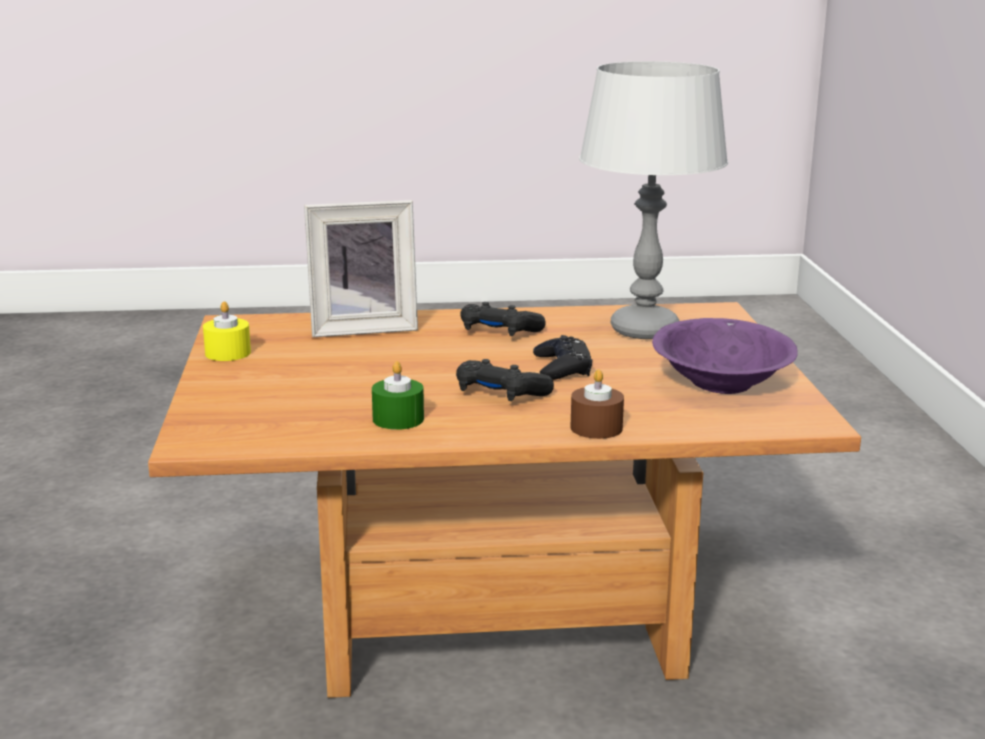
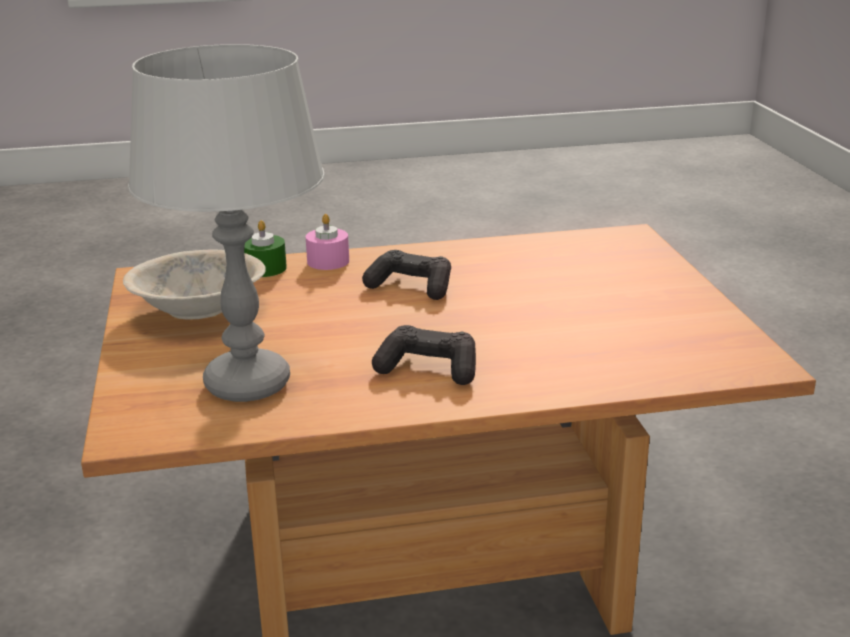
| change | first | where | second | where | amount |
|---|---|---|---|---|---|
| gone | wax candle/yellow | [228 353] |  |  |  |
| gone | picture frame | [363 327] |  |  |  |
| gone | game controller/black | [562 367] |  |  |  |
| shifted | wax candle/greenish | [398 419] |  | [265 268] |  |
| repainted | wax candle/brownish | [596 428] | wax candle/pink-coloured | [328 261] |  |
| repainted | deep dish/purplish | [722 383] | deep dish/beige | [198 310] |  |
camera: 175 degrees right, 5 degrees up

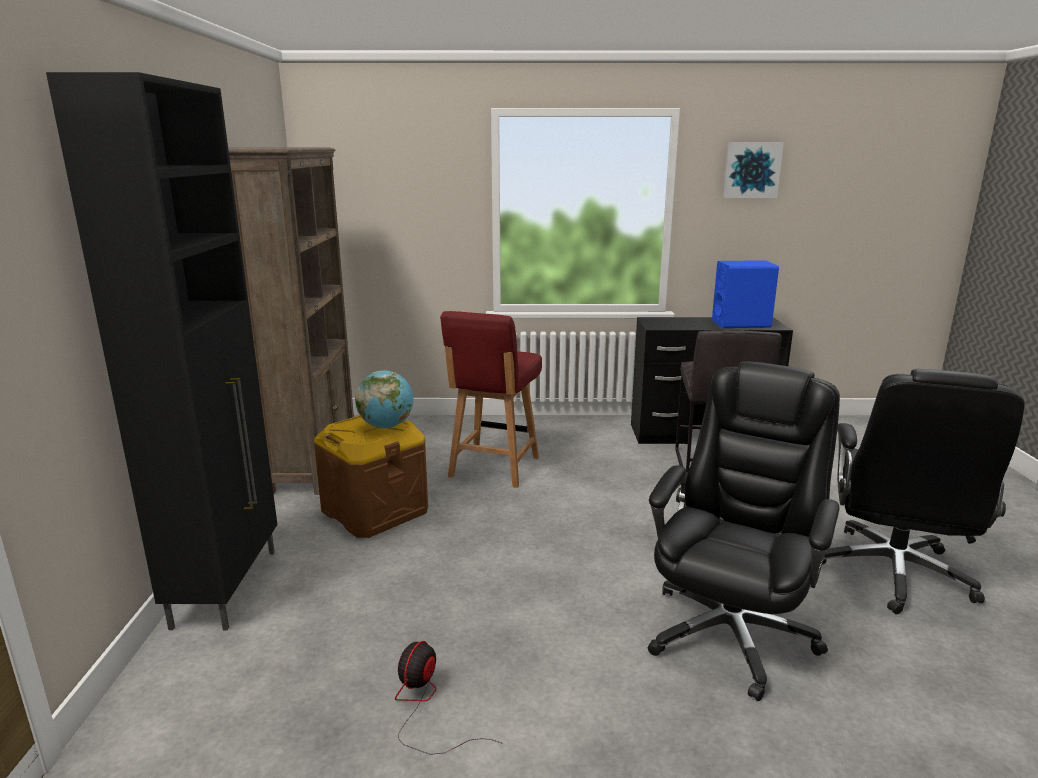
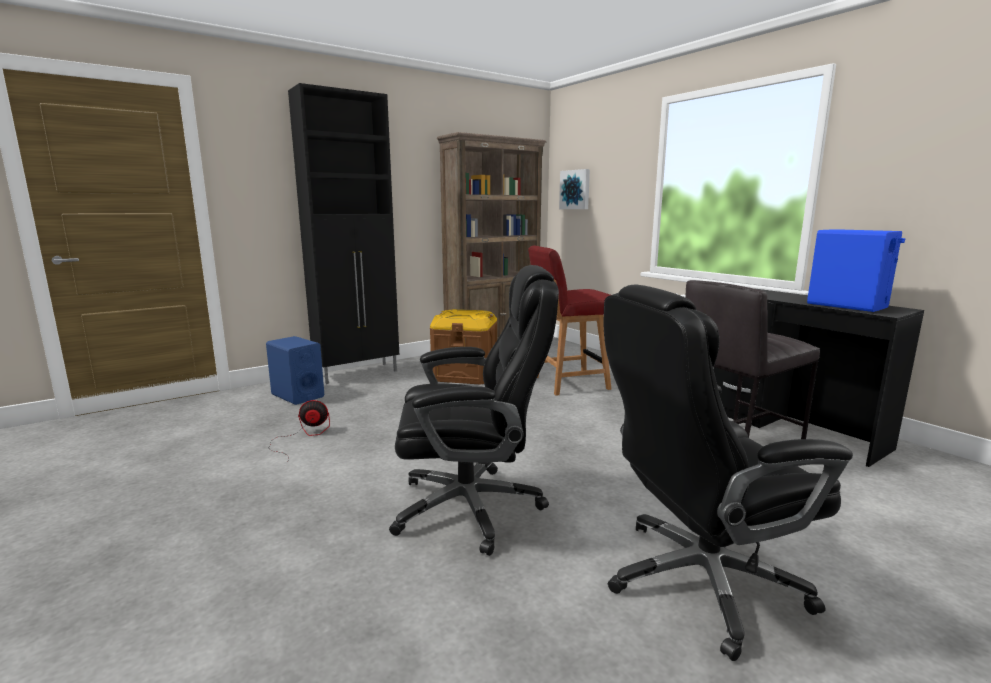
| change | first | where | second | where | amount |
|---|---|---|---|---|---|
| gone | desk globe | [386 426] |  |  |  |
| new |  |  | speaker/blue-coloured | [297 395] |  |
| shifted | wall picture | [751 170] |  | [575 189] |  |
camera: 55 degrees right, 5 degrees down

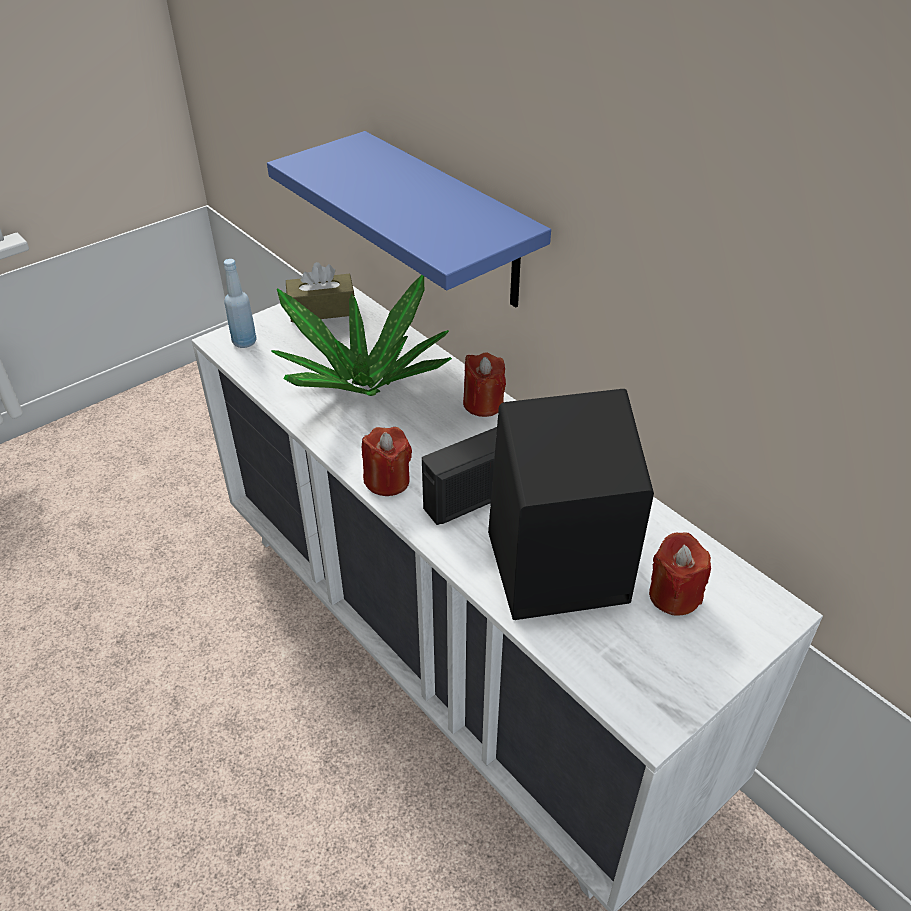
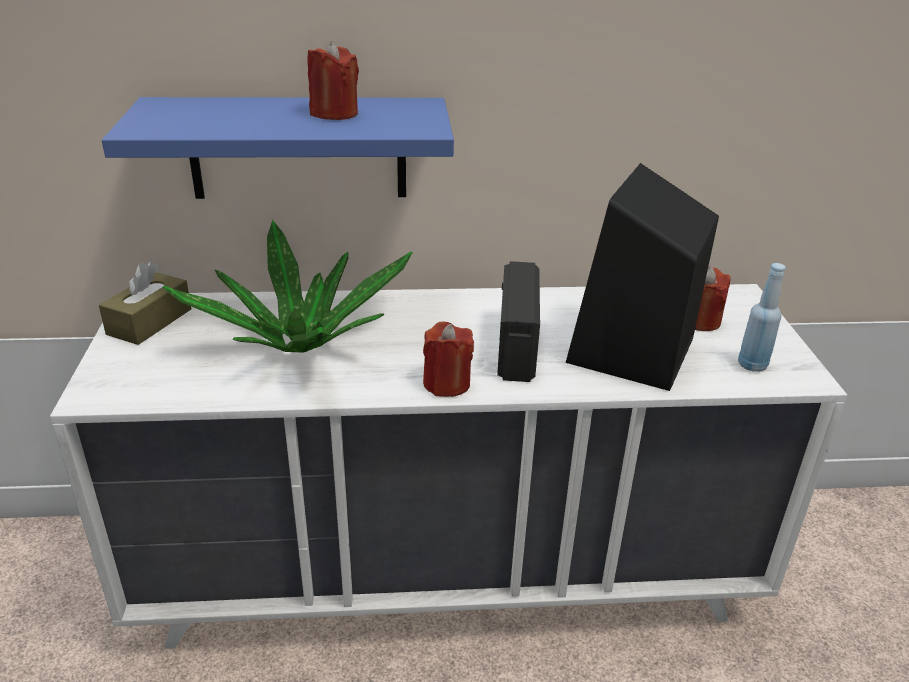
| change | first | where | second | where | amount |
|---|---|---|---|---|---|
| shifted | bottle/blue-coloured | [244 342] |  | [752 365] |  |
| shifted | wax candle/red-coloured | [483 404] |  | [334 113] |  |
camera: 55 degrees left, 10 degrees down

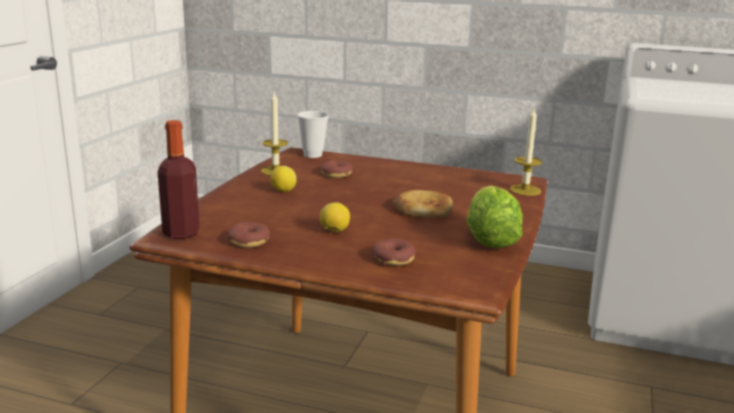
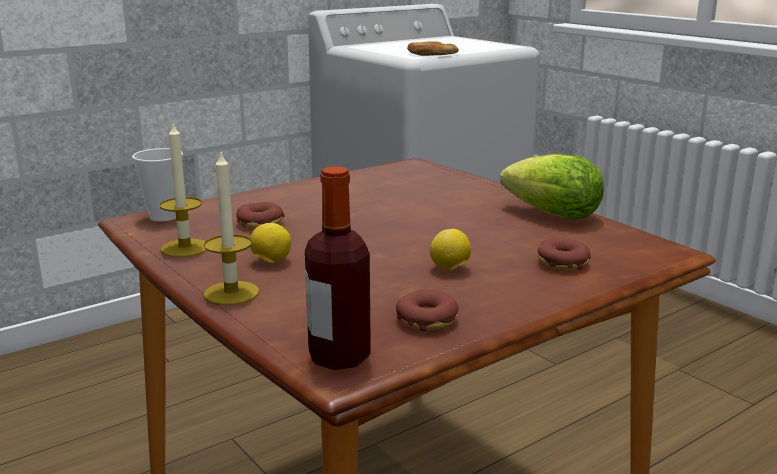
| change | first | where | second | where | amount |
|---|---|---|---|---|---|
| shifted | baked bread | [423 209] |  | [431 53] |  |
| shifted | wax candle | [525 190] |  | [231 293] |  |
camera: 55 degrees left, 0 degrees up

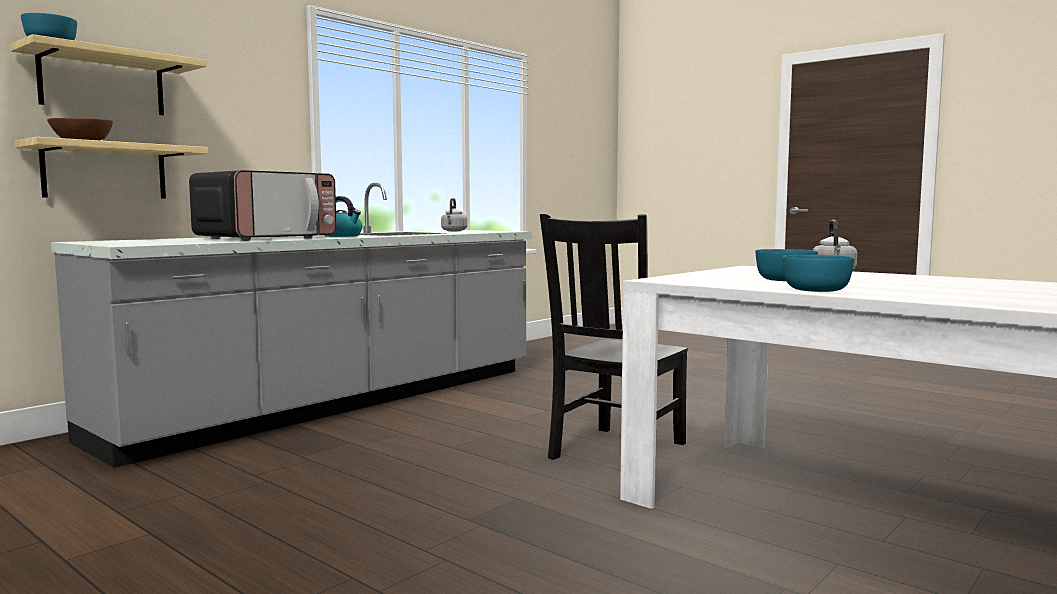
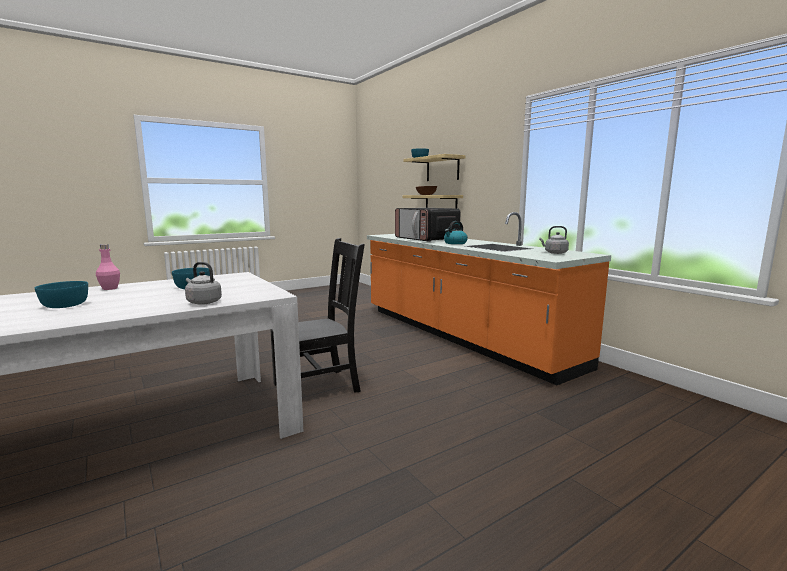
| change | first | where | second | where | amount |
|---|---|---|---|---|---|
| new |  |  | bottle/pink-coloured | [110 288] |  |
| shifted | deep dish/turquoise | [817 290] |  | [64 305] |  |
| repainted | kitchen counter/greyish | [338 402] | kitchen counter/orange | [460 335] |  |
| rotated | upright chair/black | [615 452] |  | [319 387] | 105 degrees clockwise |
camera: 105 degrees right, 5 degrees up

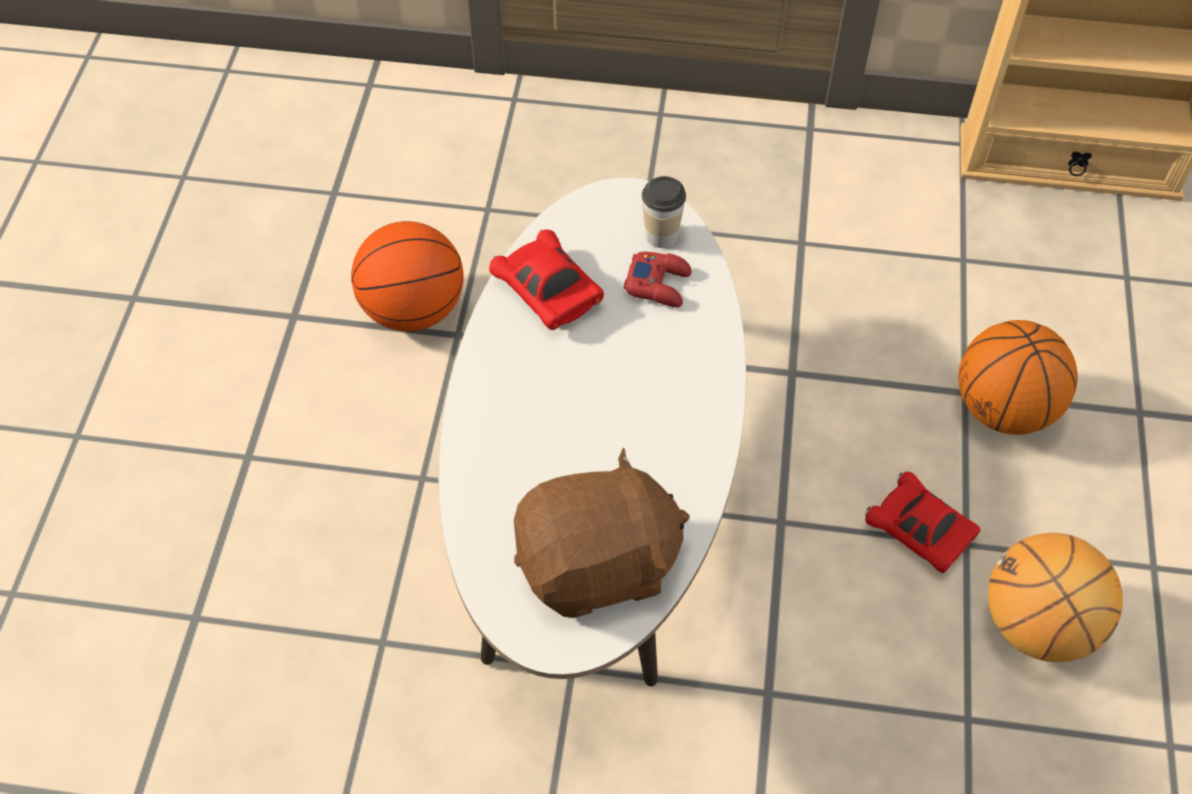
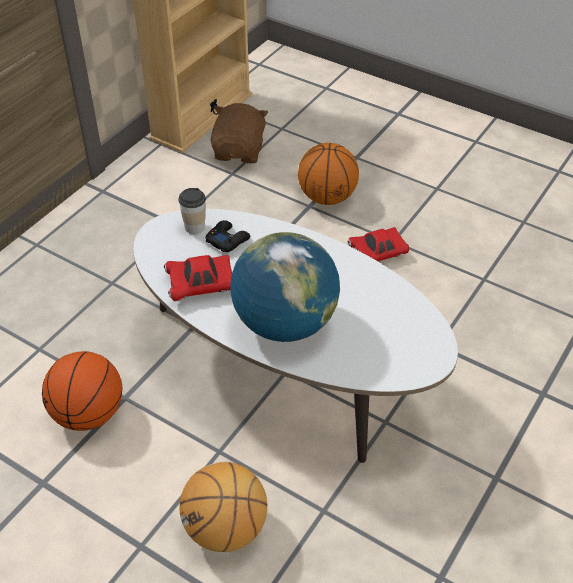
| change | first | where | second | where | amount |
|---|---|---|---|---|---|
| new |  |  | desk globe | [285 323] |  |
| shifted | soft toy/brownish | [598 565] |  | [239 152] |  |
| shifted | ball for basketball | [1037 624] |  | [226 528] |  |
| repainted | game controller/red-coloured | [658 284] | game controller/black | [227 240] |  |
camera: 65 degrees left, 10 degrees down

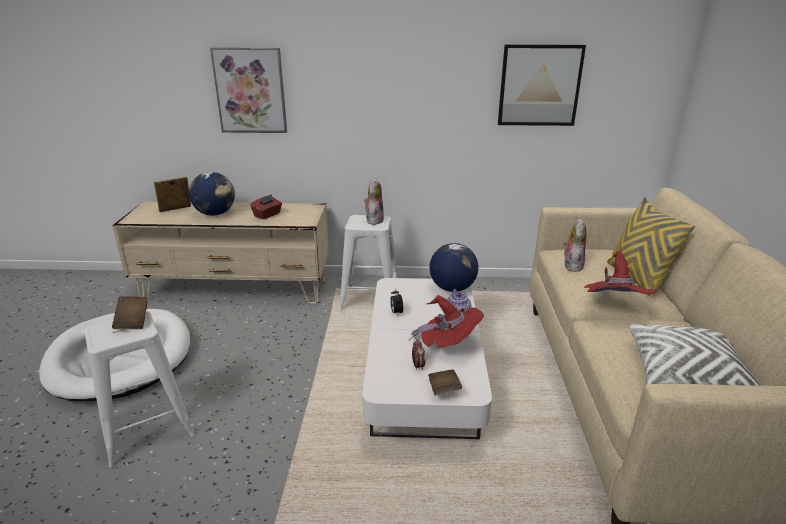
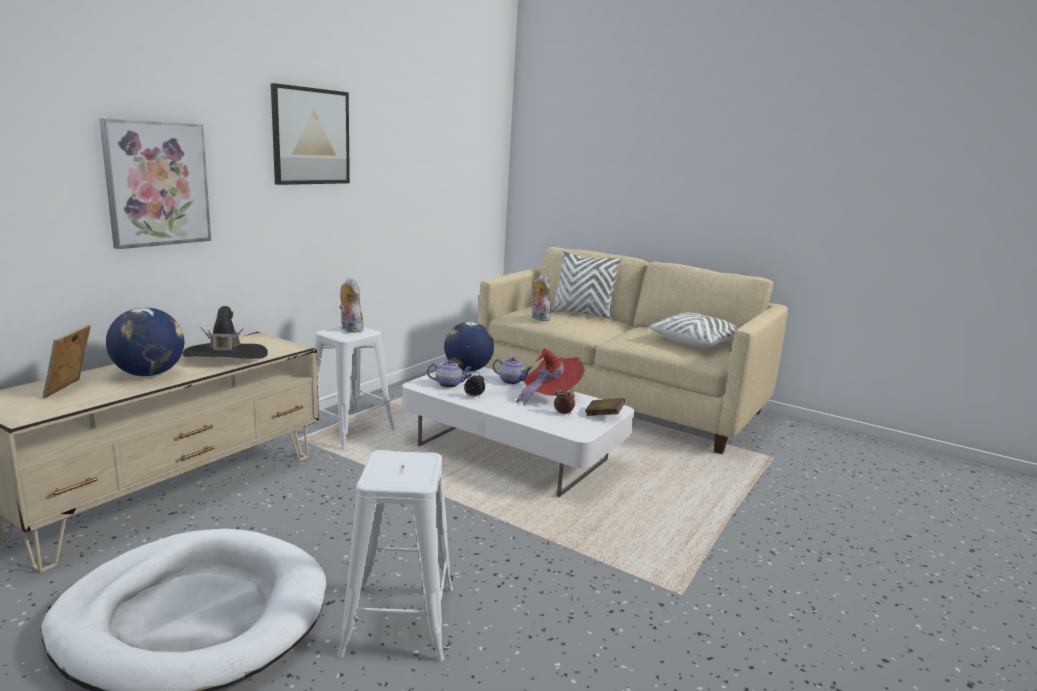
| change | first | where | second | where | amount |
|---|---|---|---|---|---|
| gone | book/brownish | [133 321] |  |  |  |
| gone | clothing hat/red-coloured | [613 307] |  |  |  |
| new |  |  | tea pot | [449 384] |  |
| shifted | wall picture | [539 85] |  | [311 136] |  |
| swapped | tissue box/red-coloured | [267 215] | clothing hat/black | [226 356] |  |
| repainted | pillow/yellow | [637 279] | pillow/whitish | [582 314] |  |
camera: 60 degrees left, 10 degrees down

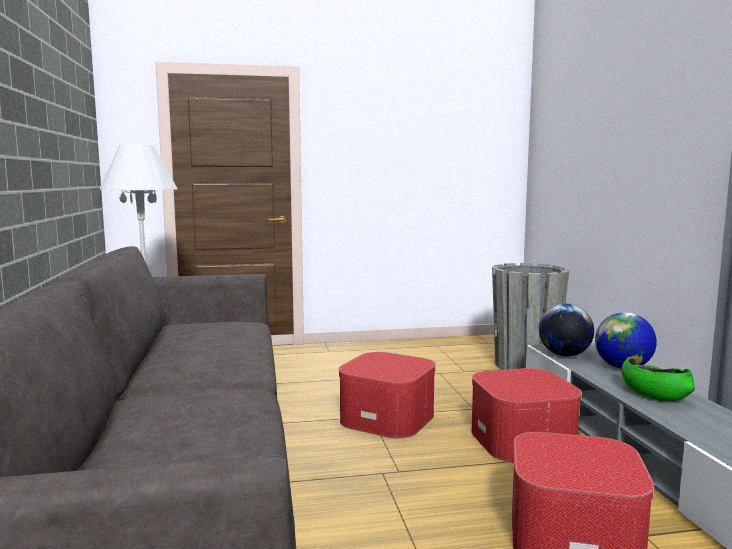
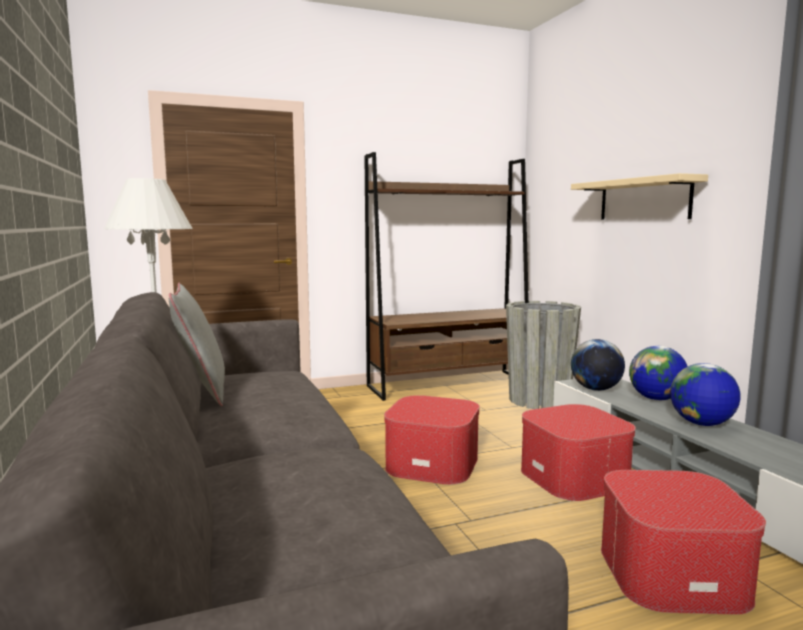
| change | first | where | second | where | amount |
|---|---|---|---|---|---|
| new |  |  | pillow/greyish | [202 393] |  |
| new |  |  | shelving unit/brownish | [449 384] |  |
| new |  |  | shelf/beige | [643 199] |  |
| swapped | deep dish/greenish | [654 394] | desk globe | [701 424] |  |
camera: 10 degrees left, 0 degrees up

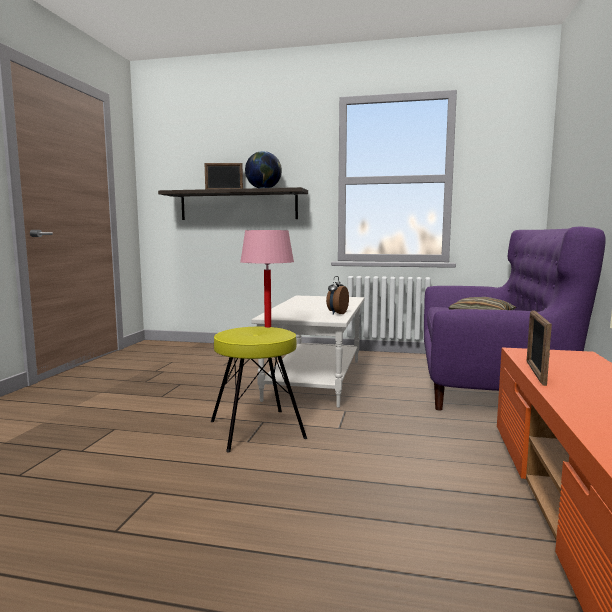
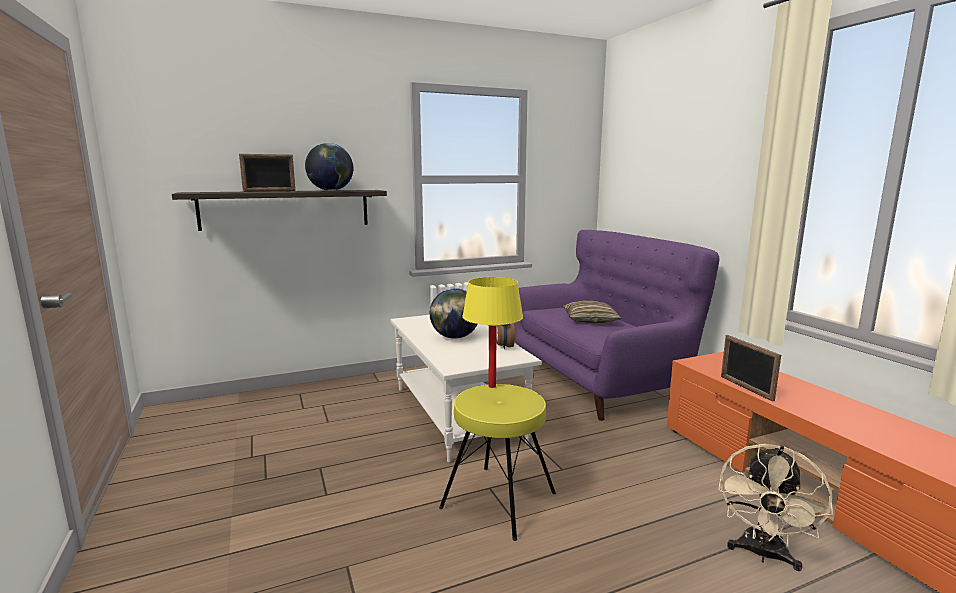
| change | first | where | second | where | amount |
|---|---|---|---|---|---|
| new |  |  | desk globe | [454 337] |  |
| new |  |  | electric fan/beige | [763 555] |  |
| repainted | lamp for a table/pink-coloured | [267 327] | lamp for a table/yellow | [492 386] |  |
camera: 35 degrees left, 5 degrees up

